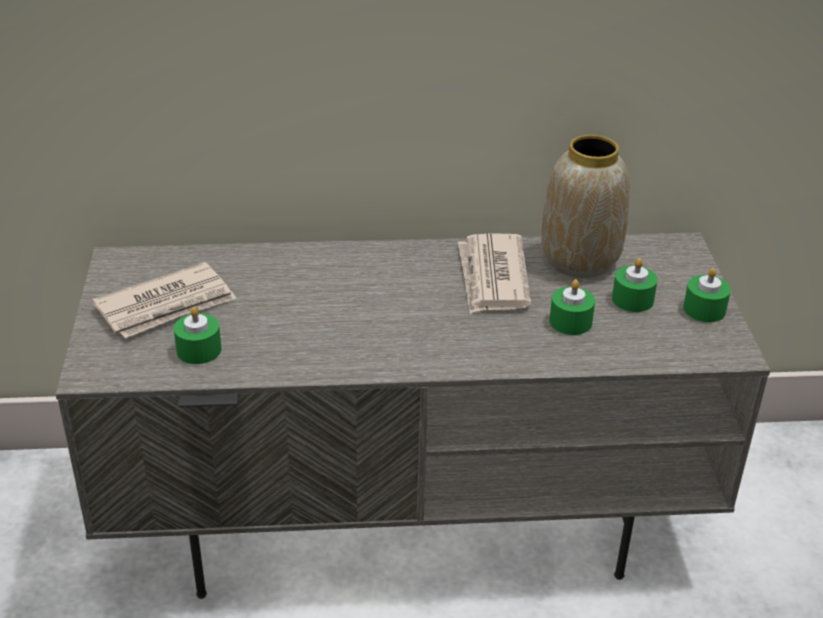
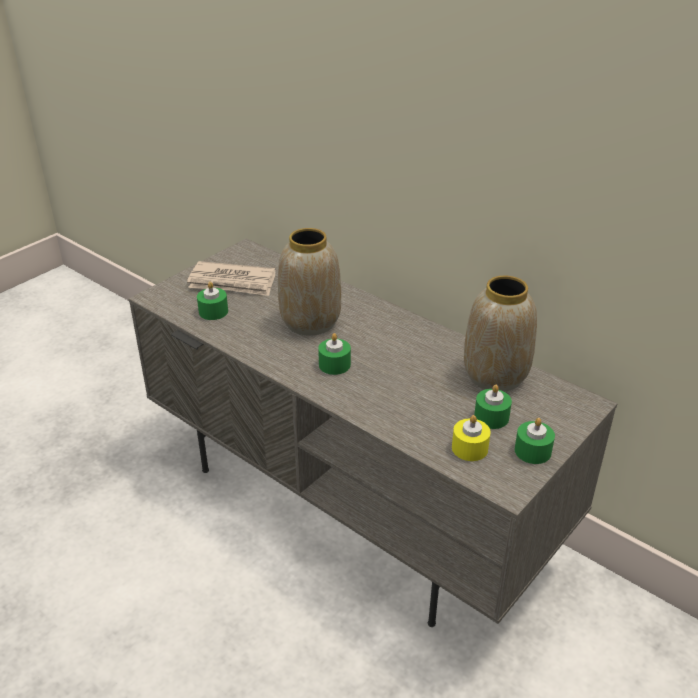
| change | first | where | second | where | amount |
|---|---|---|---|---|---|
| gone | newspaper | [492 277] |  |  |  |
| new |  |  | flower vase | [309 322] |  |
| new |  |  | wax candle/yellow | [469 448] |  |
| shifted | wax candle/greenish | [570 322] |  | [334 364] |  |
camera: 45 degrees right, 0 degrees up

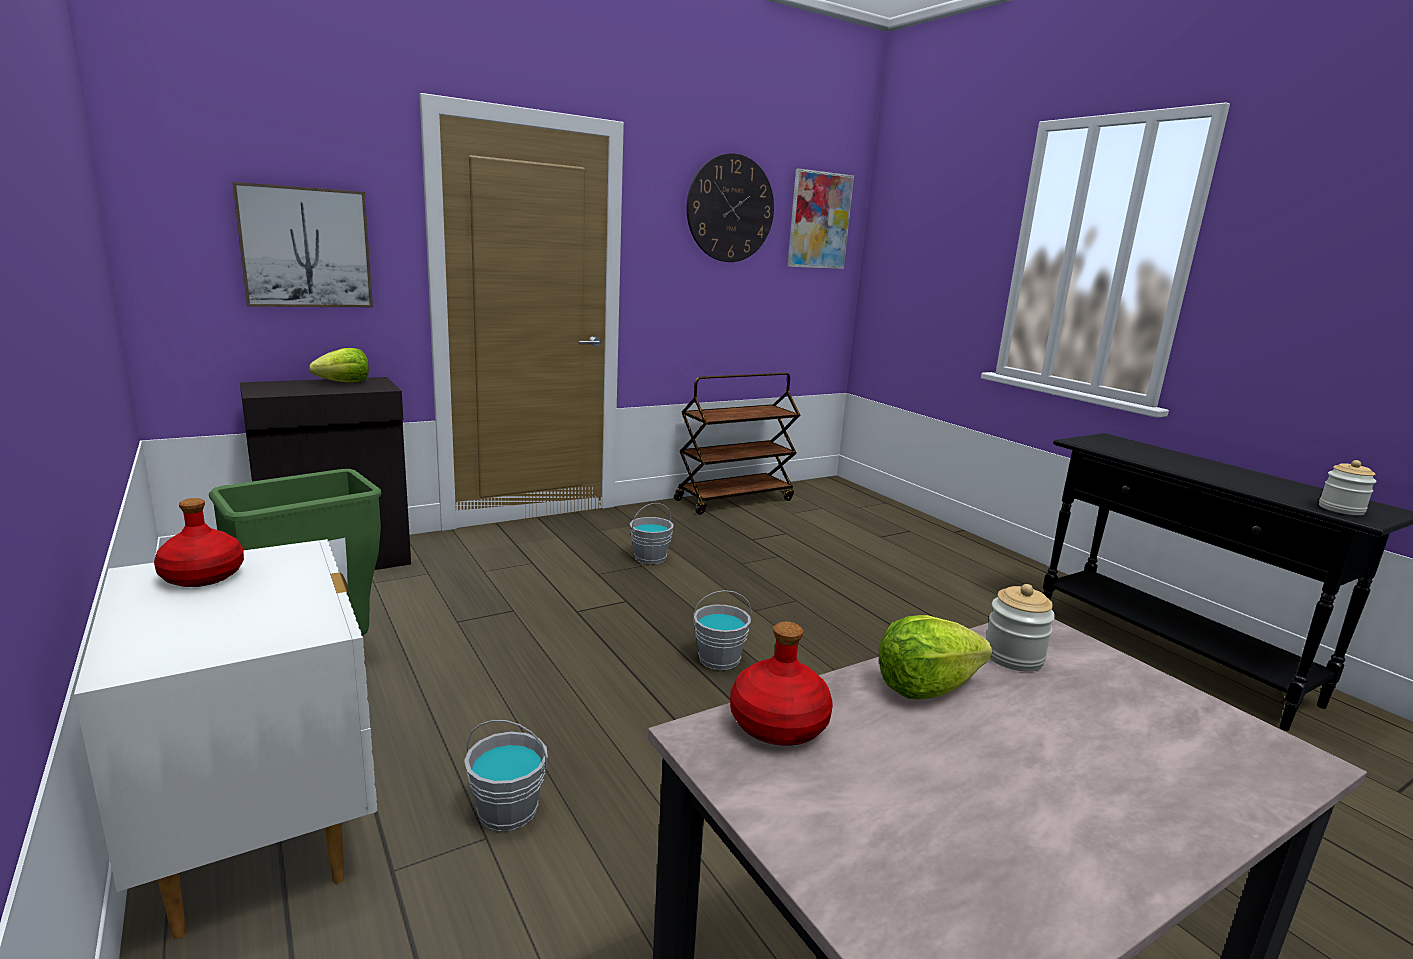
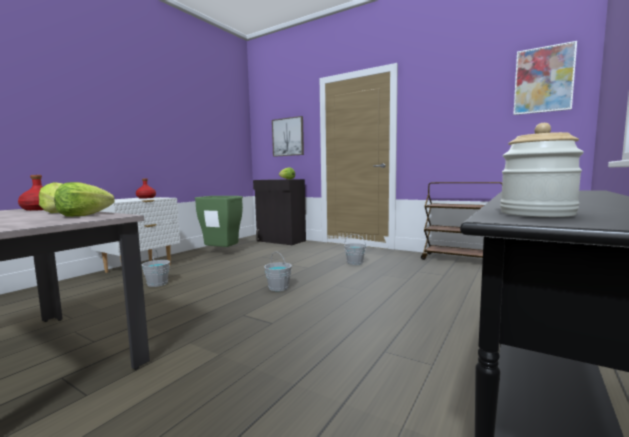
| change | first | where | second | where | amount |
|---|---|---|---|---|---|
| gone | hanging clock | [730 209] |  |  |  |
| swapped | preserve jar | [1013 657] | lettuce head | [84 215] |  |
camera: 65 degrees right, 10 degrees down

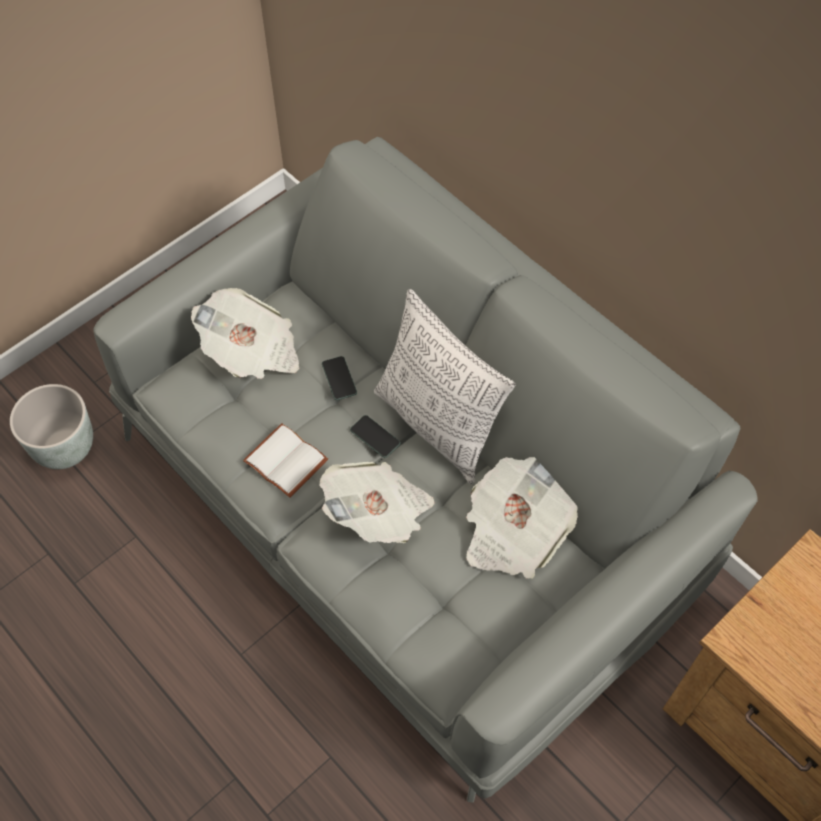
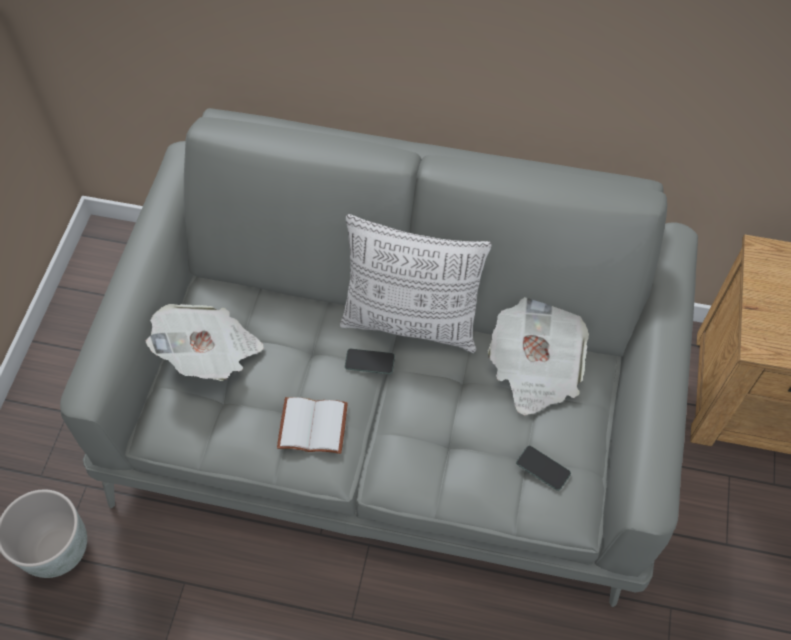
| change | first | where | second | where | amount |
|---|---|---|---|---|---|
| gone | newspaper | [379 513] |  |  |  |
| shifted | phone | [339 378] |  | [543 468] |  |
camera: 35 degrees left, 0 degrees up

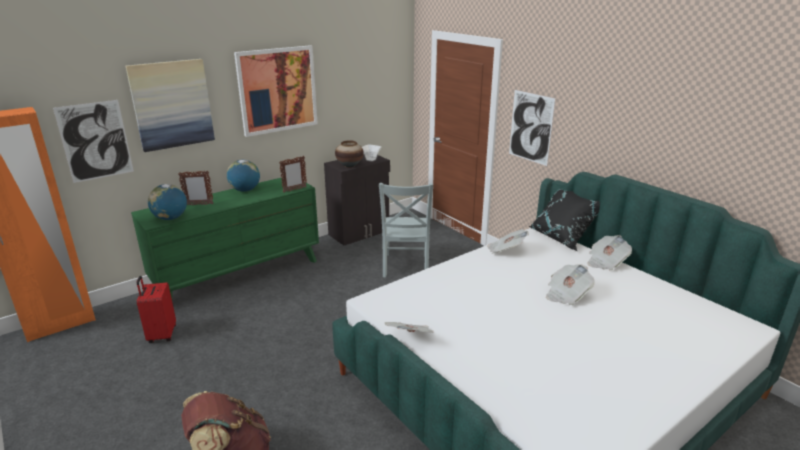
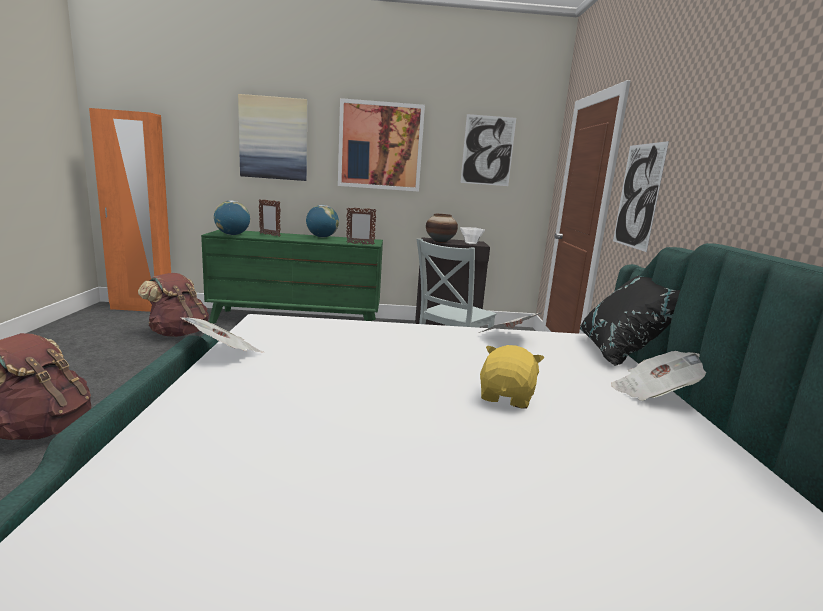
| change | first | where | second | where | amount |
|---|---|---|---|---|---|
| shifted | wall picture | [95 141] |  | [487 150] |  |
| swapped | piece of luggage/red-coloured | [161 335] | backpack/brownish | [178 333] |  |
| swapped | newspaper | [566 295] | soft toy/yellow | [507 397] |  |
camera: 35 degrees right, 10 degrees down

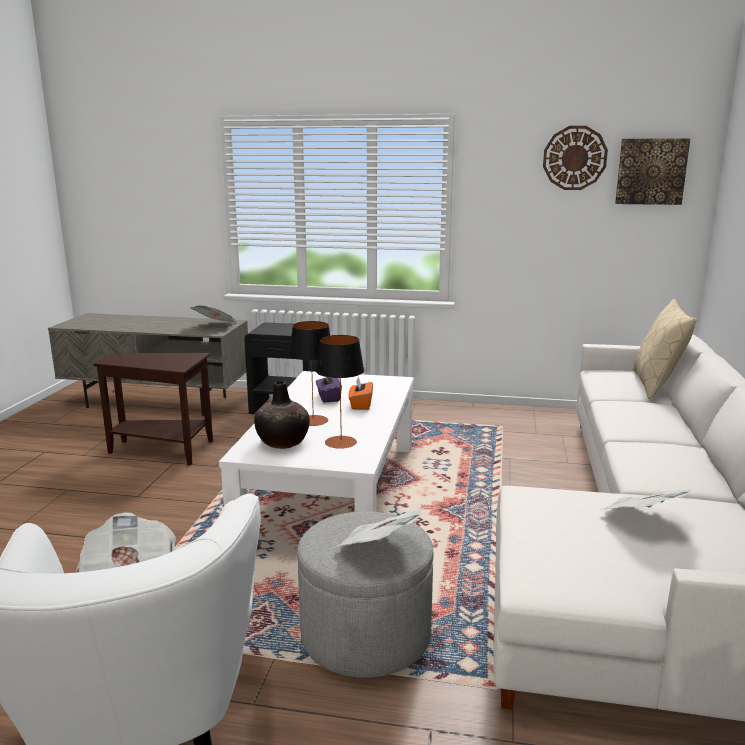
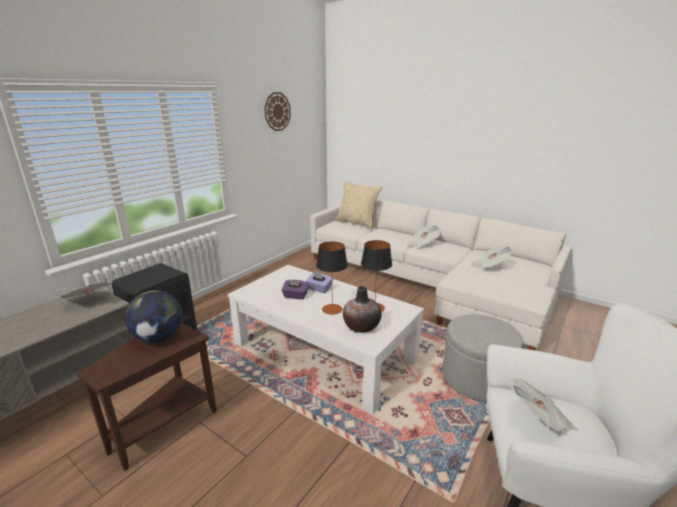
| change | first | where | second | where | amount |
|---|---|---|---|---|---|
| gone | wall picture | [651 171] |  |  |  |
| new |  |  | desk globe | [159 338] |  |
| shifted | newspaper | [379 548] |  | [422 244] |  |
| repainted | tissue box/orange | [360 405] | tissue box/purplish | [319 289] |  |
camera: 65 degrees left, 5 degrees up

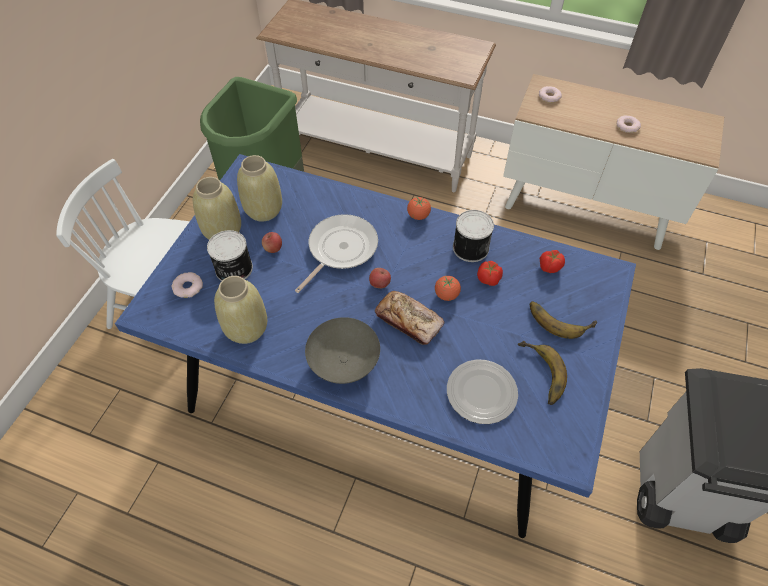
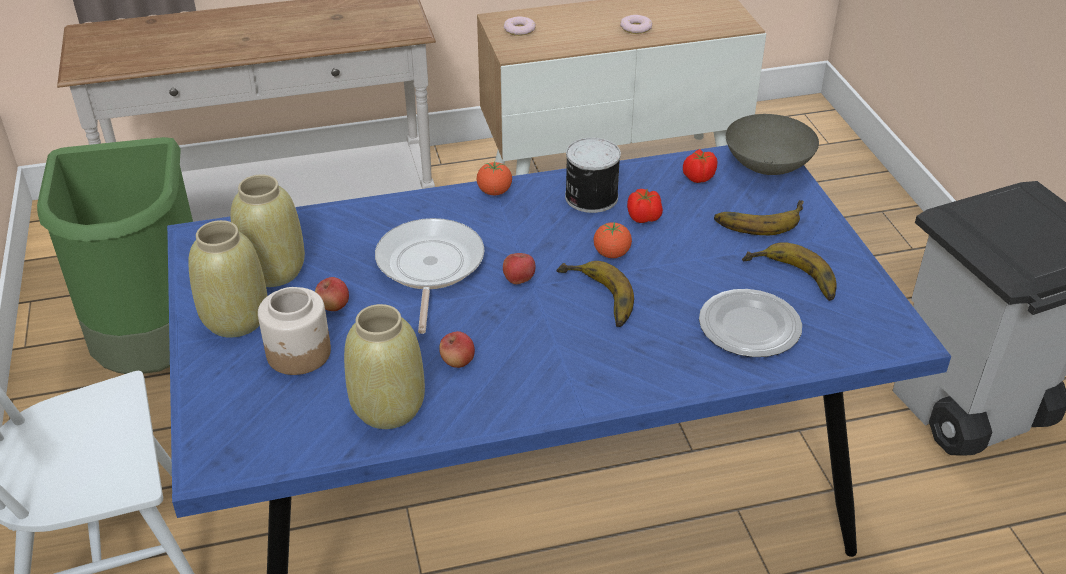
| change | first | where | second | where | amount |
|---|---|---|---|---|---|
| gone | donut | [188 287] |  |  |  |
| new |  |  | whole apple | [457 361] |  |
| shifted | deep dish/greyish | [345 363] |  | [768 167] |  |
| swapped | can | [233 269] | preserve jar | [299 354] |  |
| swapped | baked bread | [409 321] | banana | [594 299] |  |
camera: 35 degrees left, 15 degrees down

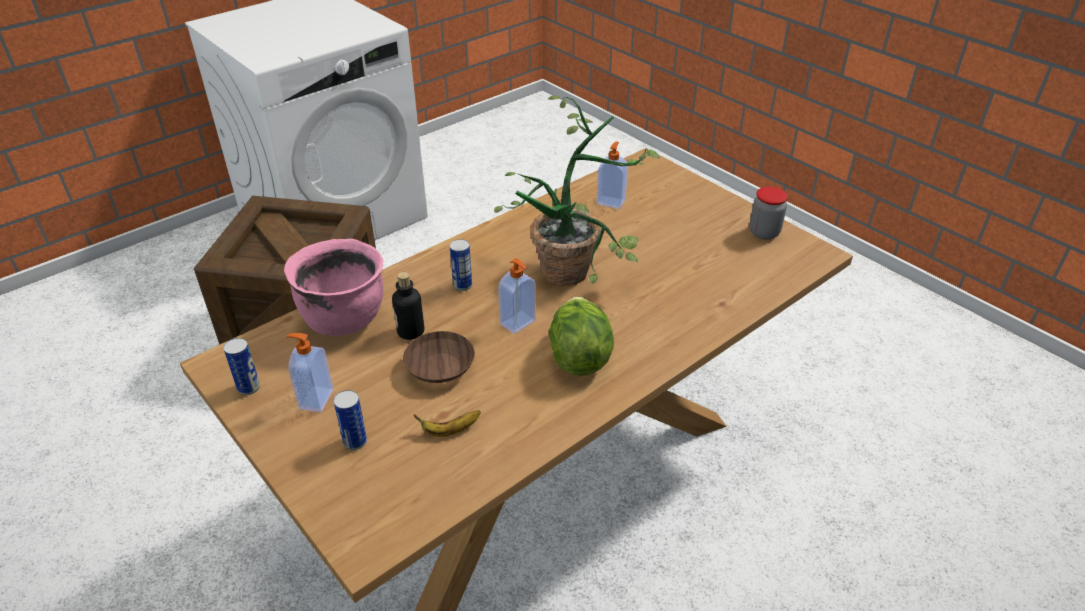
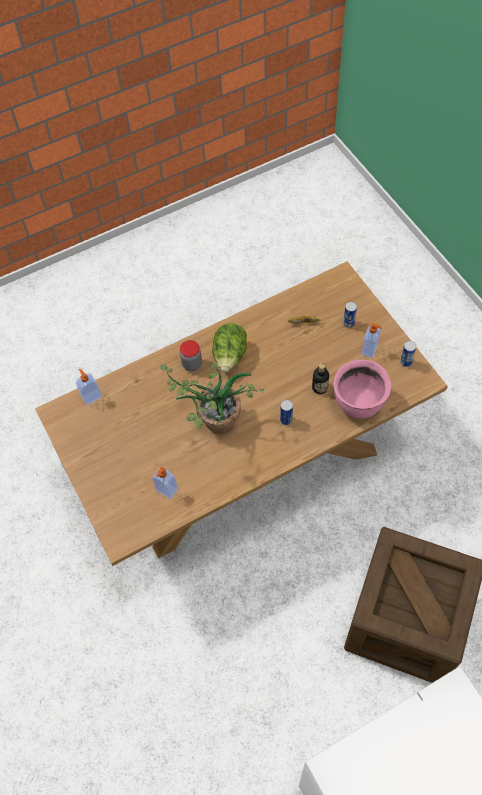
| change | first | where | second | where | amount |
|---|---|---|---|---|---|
| gone | deep dish/brownish | [440 369] |  |  |  |
| shifted | liquid soap bottle | [518 323] |  | [91 396] |  |
| shifted | preserve jar | [764 233] |  | [192 364] |  |
camera: 165 degrees left, 20 degrees up

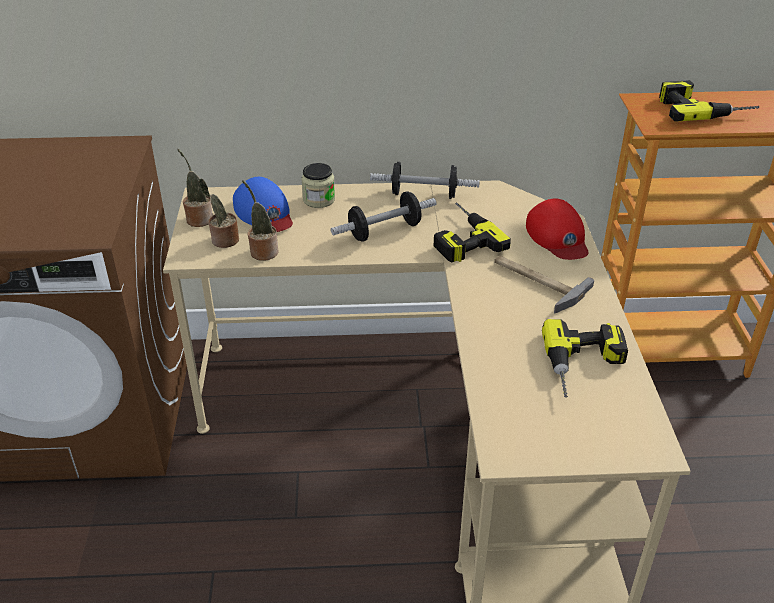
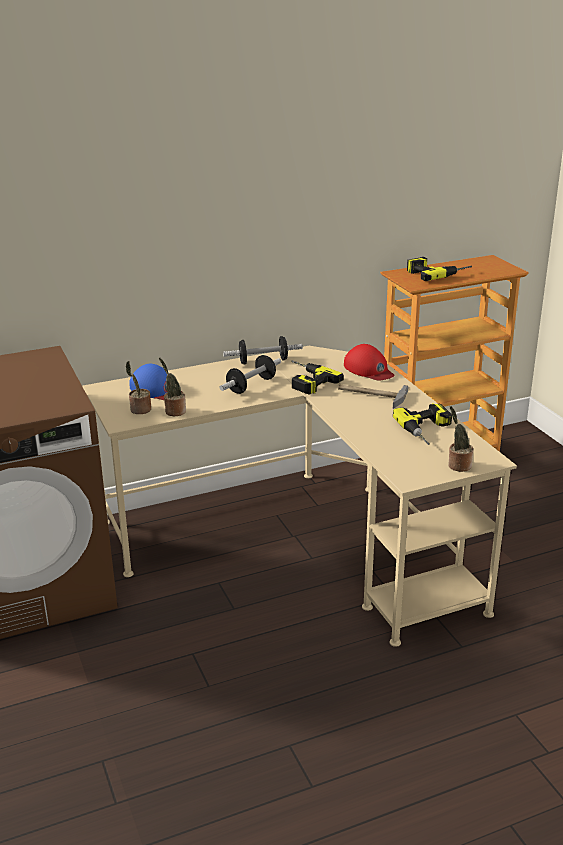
| change | first | where | second | where | amount |
|---|---|---|---|---|---|
| gone | preserve jar | [319 200] |  |  |  |
| shifted | potted plant | [198 219] |  | [458 465] |  |
camera: 20 degrees left, 10 degrees down

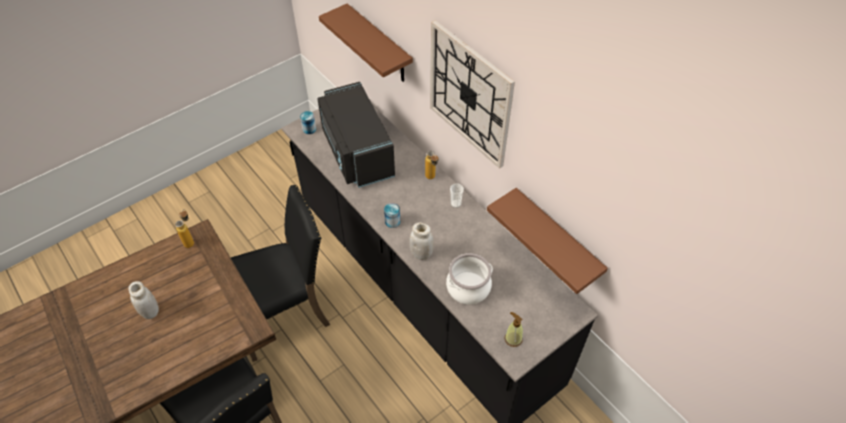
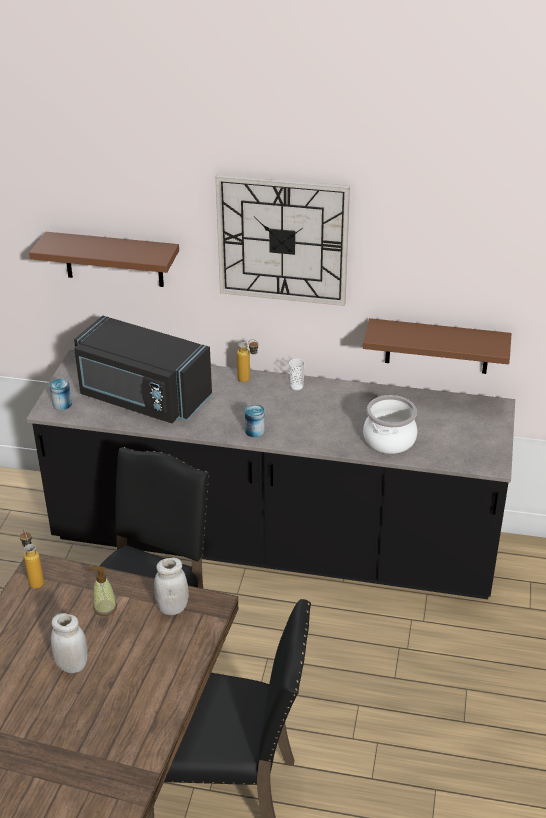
| change | first | where | second | where | amount |
|---|---|---|---|---|---|
| shifted | preserve jar/whitish | [421 253] |  | [172 608] |  |
| shifted | liquid soap bottle | [513 338] |  | [105 607] |  |
camera: 40 degrees left, 15 degrees down

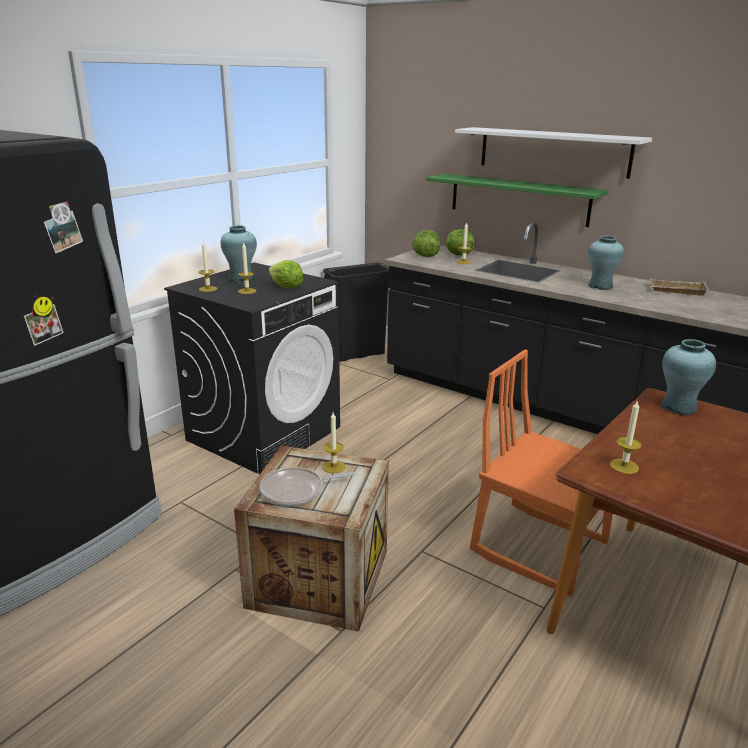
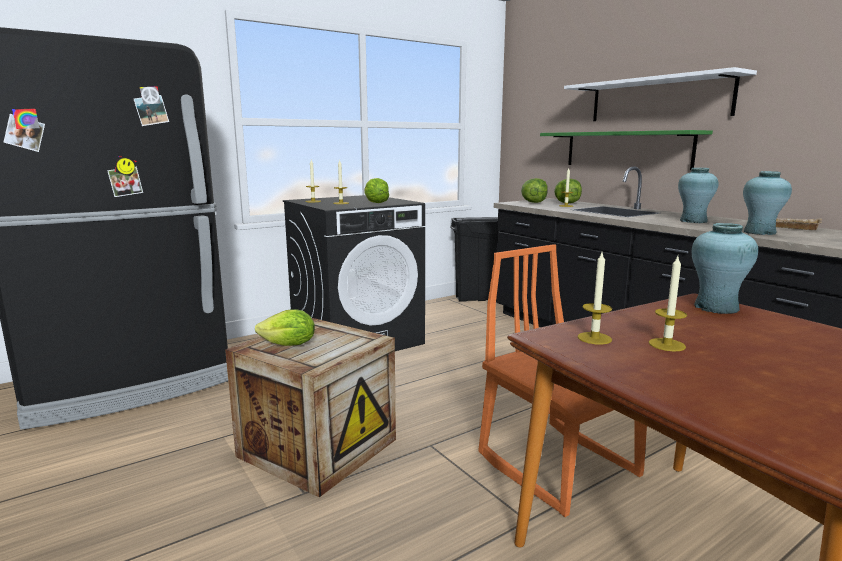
| change | first | where | second | where | amount |
|---|---|---|---|---|---|
| shifted | flower vase/turquoise | [241 279] |  | [760 232] |  |
| shifted | wax candle | [334 467] |  | [667 345] |  |
| swapped | frying pan | [296 491] | lettuce head | [289 345] |  |
camera: 20 degrees right, 10 degrees down

